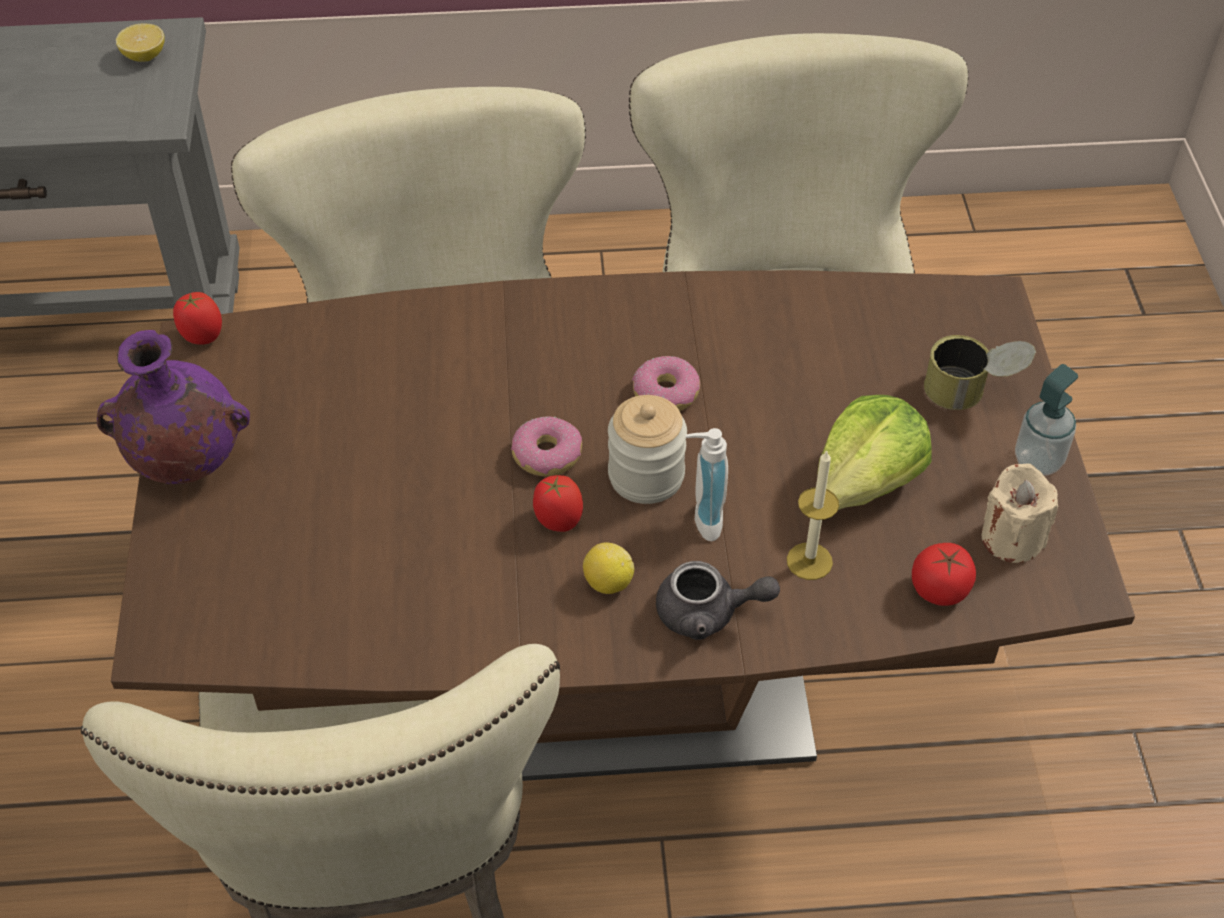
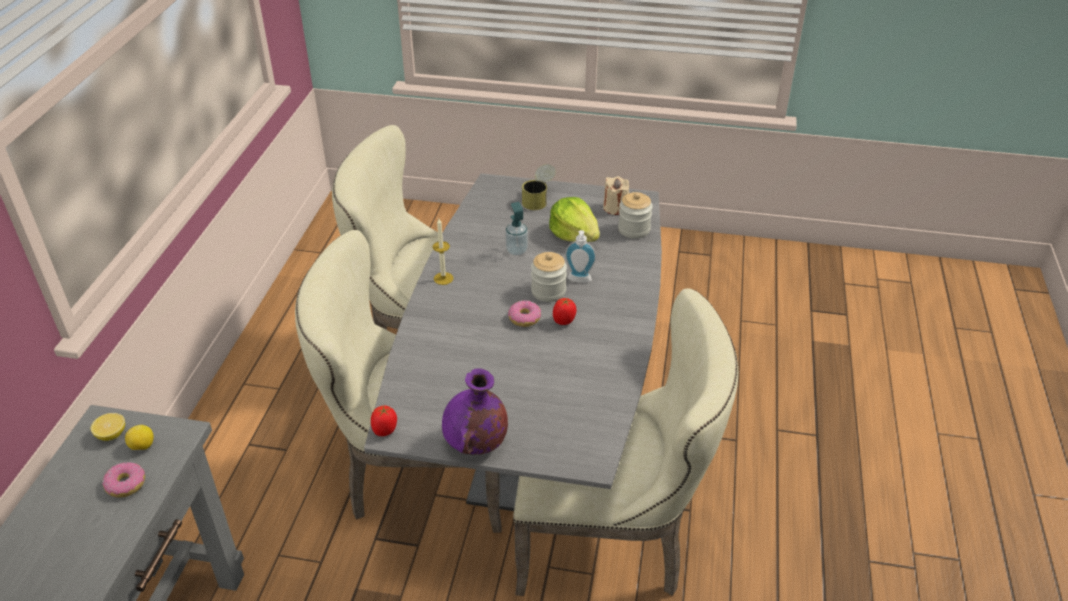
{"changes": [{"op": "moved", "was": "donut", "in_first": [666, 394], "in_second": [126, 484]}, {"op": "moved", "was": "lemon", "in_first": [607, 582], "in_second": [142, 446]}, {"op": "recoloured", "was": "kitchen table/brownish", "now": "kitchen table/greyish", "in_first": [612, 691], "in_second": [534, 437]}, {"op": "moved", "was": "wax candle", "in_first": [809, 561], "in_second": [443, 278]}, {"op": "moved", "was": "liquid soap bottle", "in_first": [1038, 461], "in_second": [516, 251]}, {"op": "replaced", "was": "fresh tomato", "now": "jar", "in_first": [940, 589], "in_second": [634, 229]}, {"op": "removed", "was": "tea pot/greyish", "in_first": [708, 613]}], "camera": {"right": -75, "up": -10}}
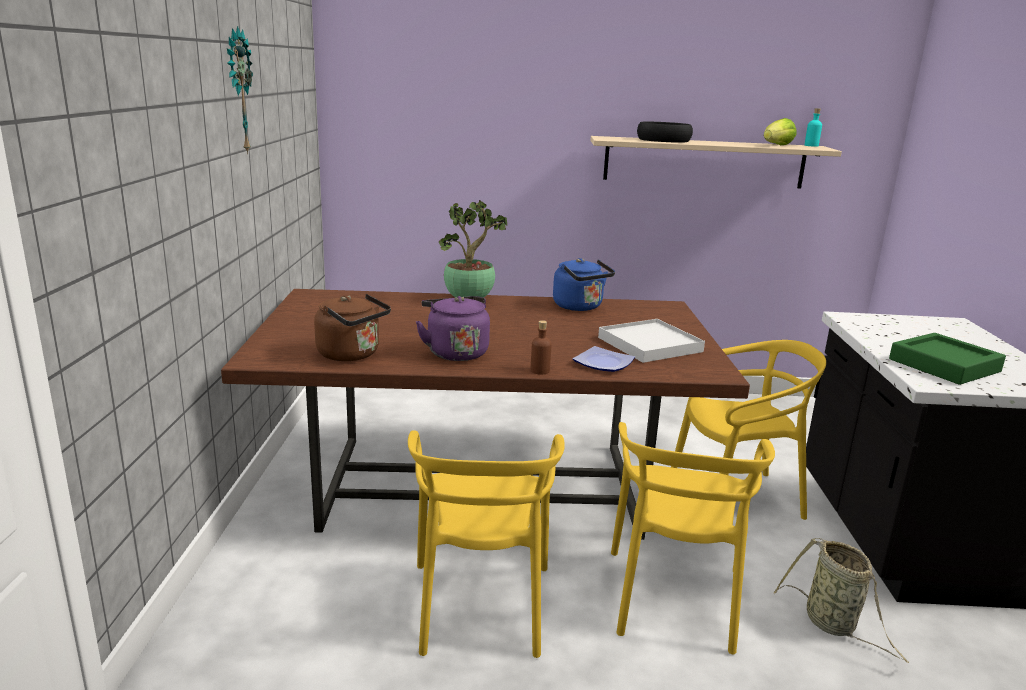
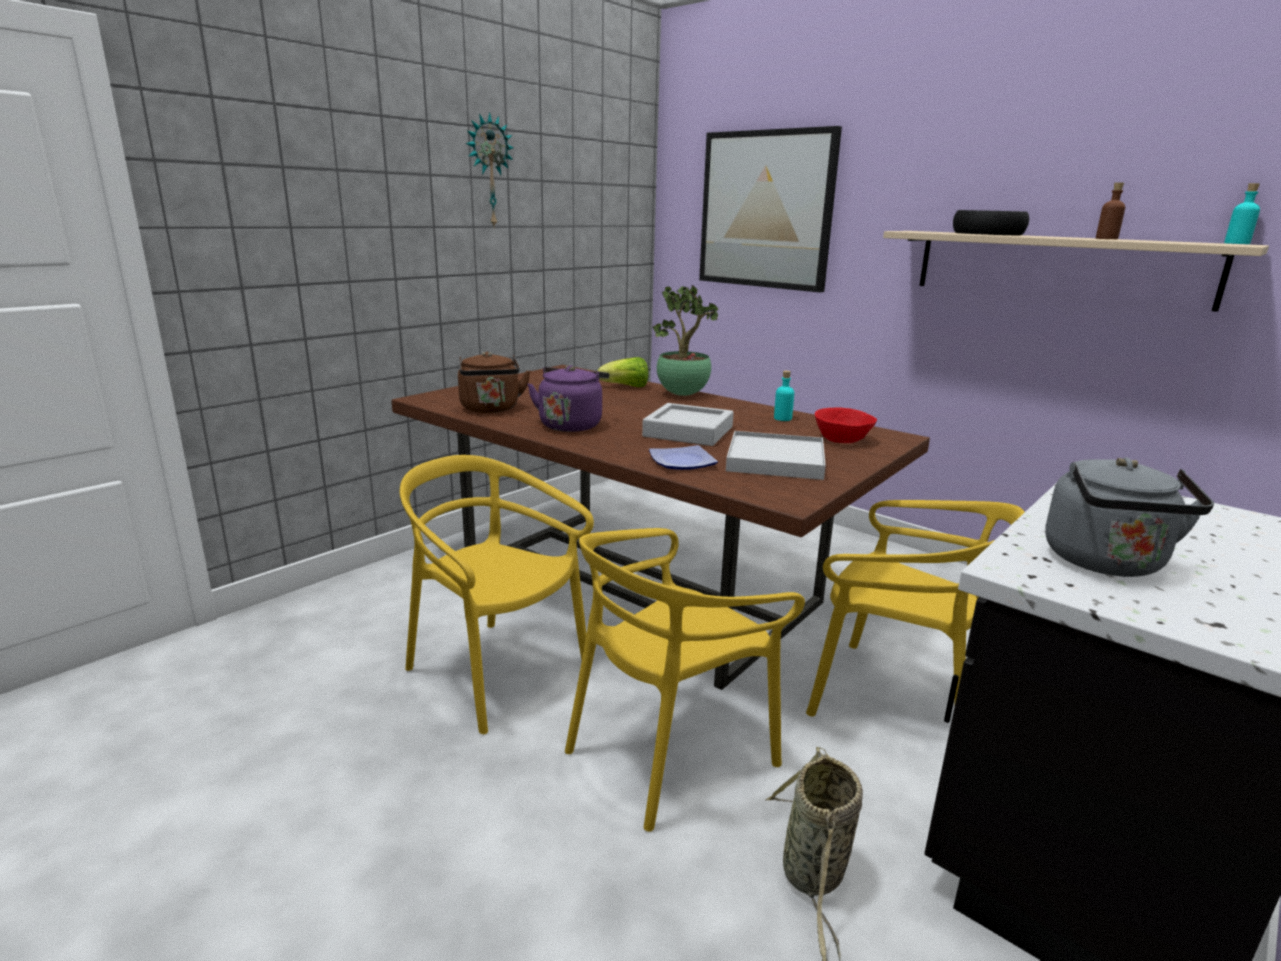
{"changes": [{"op": "turned", "was": "upright chair/yellowish", "in_first": [481, 606], "in_second": [495, 671], "clockwise": 90}, {"op": "moved", "was": "lettuce", "in_first": [777, 145], "in_second": [626, 387]}, {"op": "added", "now": "carrying tray/greyish", "in_second": [688, 432]}, {"op": "added", "now": "wall picture", "in_second": [766, 210]}, {"op": "replaced", "was": "water kettle/bluish", "now": "bottle/blue-green", "in_first": [580, 307], "in_second": [782, 418]}, {"op": "added", "now": "deep dish/reddish", "in_second": [841, 440]}, {"op": "replaced", "was": "carrying tray/greenish", "now": "water kettle/greyish", "in_first": [944, 365], "in_second": [1107, 563]}, {"op": "moved", "was": "bottle/brownish", "in_first": [540, 370], "in_second": [1106, 238]}], "camera": {"right": 40, "up": 0}}
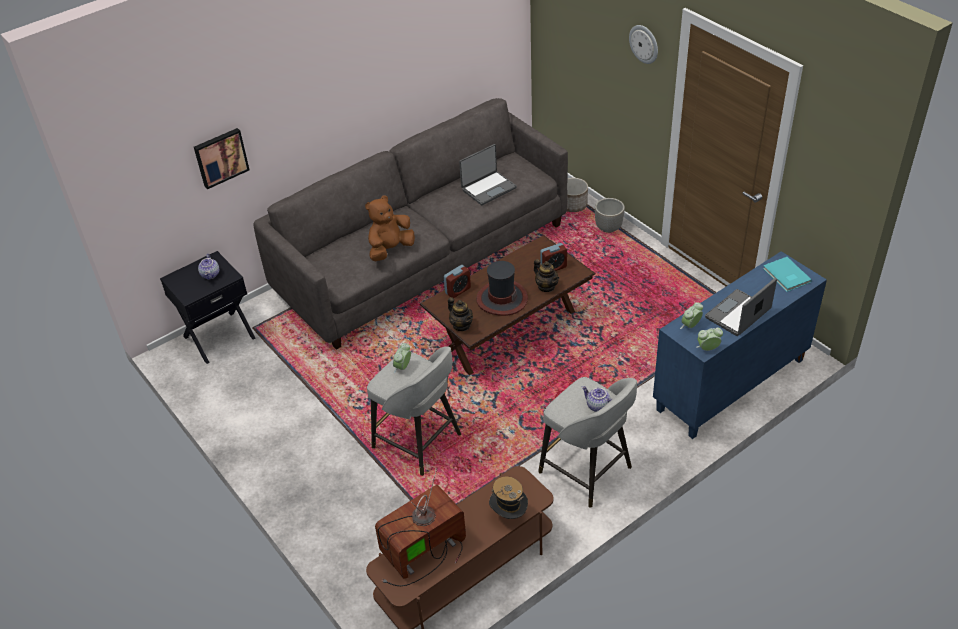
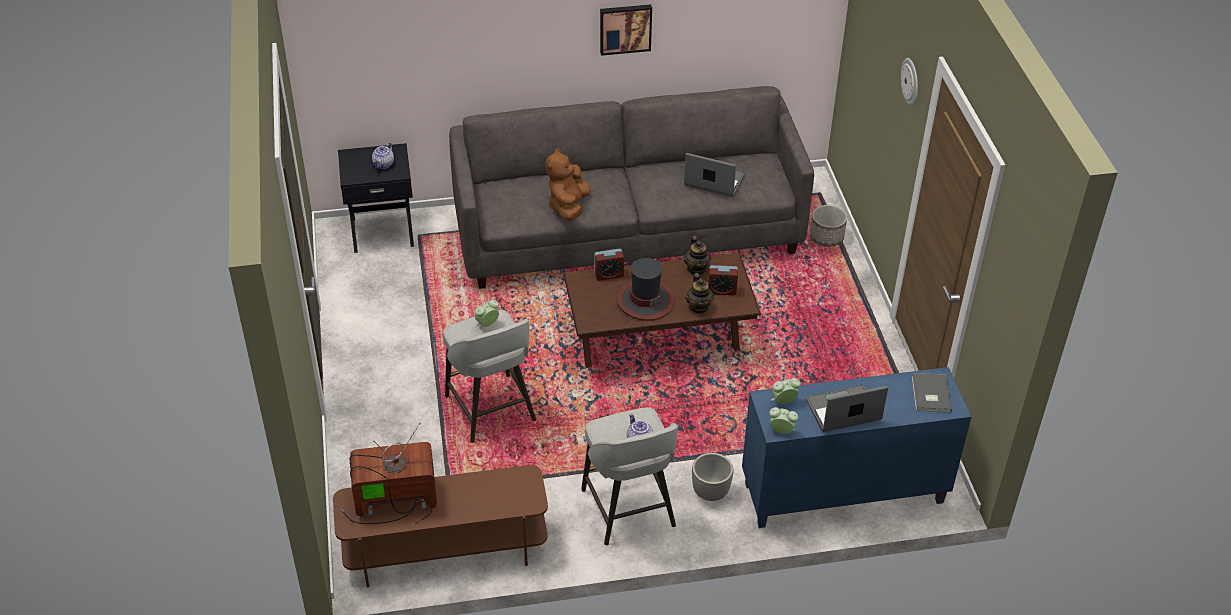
{"changes": [{"op": "turned", "was": "plush toy/brownish", "in_first": [390, 249], "in_second": [568, 206], "clockwise": -60}, {"op": "moved", "was": "wall picture", "in_first": [220, 157], "in_second": [625, 28]}, {"op": "turned", "was": "portable computer", "in_first": [488, 188], "in_second": [713, 181], "clockwise": -150}, {"op": "moved", "was": "tea pot", "in_first": [461, 325], "in_second": [697, 269]}, {"op": "moved", "was": "flower pot", "in_first": [608, 228], "in_second": [710, 492]}, {"op": "recoloured", "was": "book/blue-green", "now": "book/greyish", "in_first": [786, 276], "in_second": [929, 394]}, {"op": "removed", "was": "clothing hat", "in_first": [508, 515]}], "camera": {"right": 25, "up": 0}}
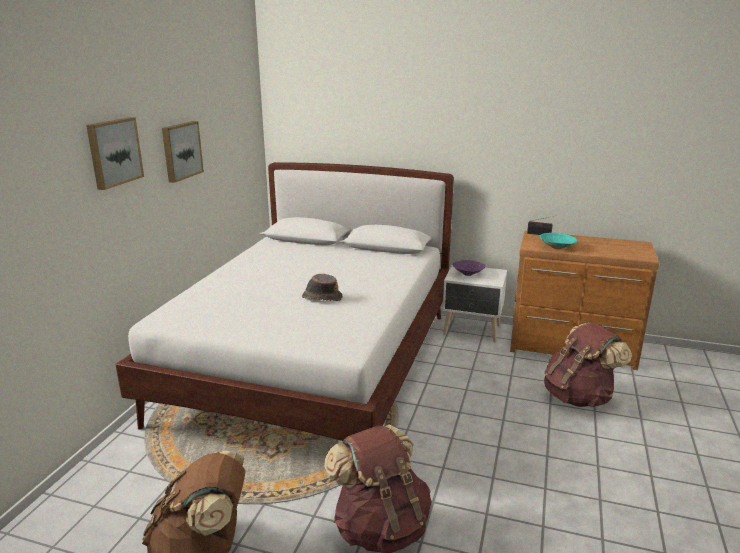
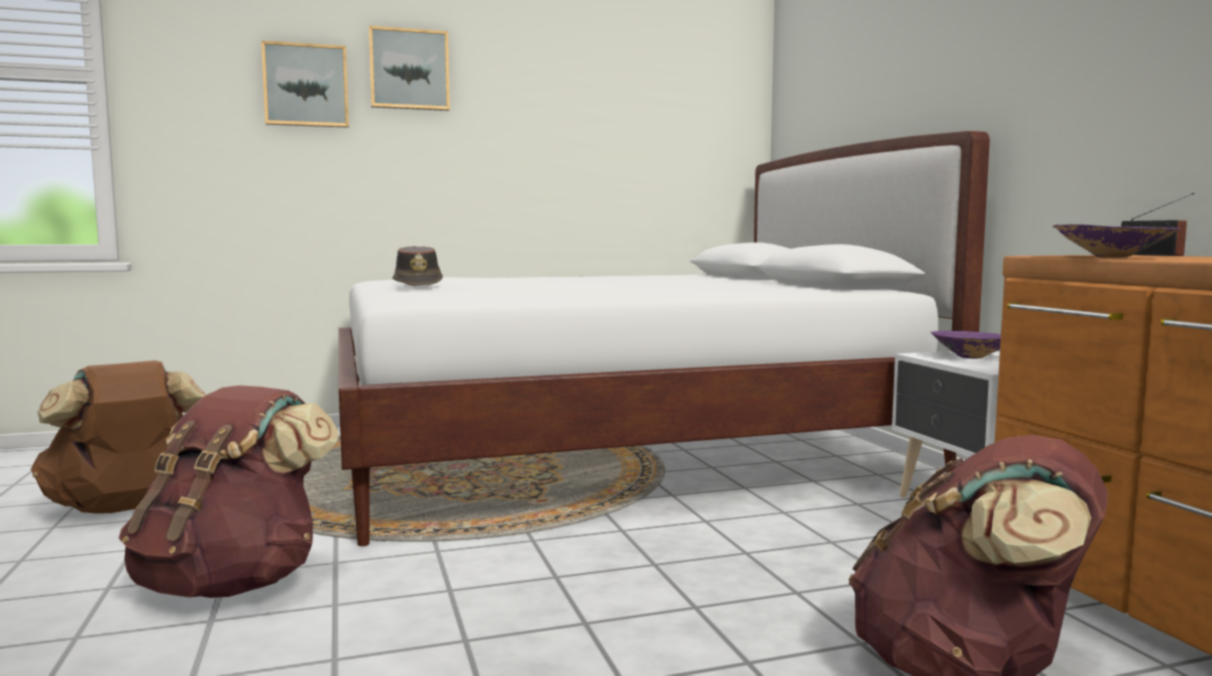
{"changes": [{"op": "moved", "was": "wall picture", "in_first": [181, 150], "in_second": [306, 85]}, {"op": "moved", "was": "clothing hat/brownish", "in_first": [321, 297], "in_second": [418, 286]}, {"op": "recoloured", "was": "deep dish/blue-green", "now": "deep dish/purplish", "in_first": [557, 248], "in_second": [1114, 257]}], "camera": {"right": 55, "up": -15}}
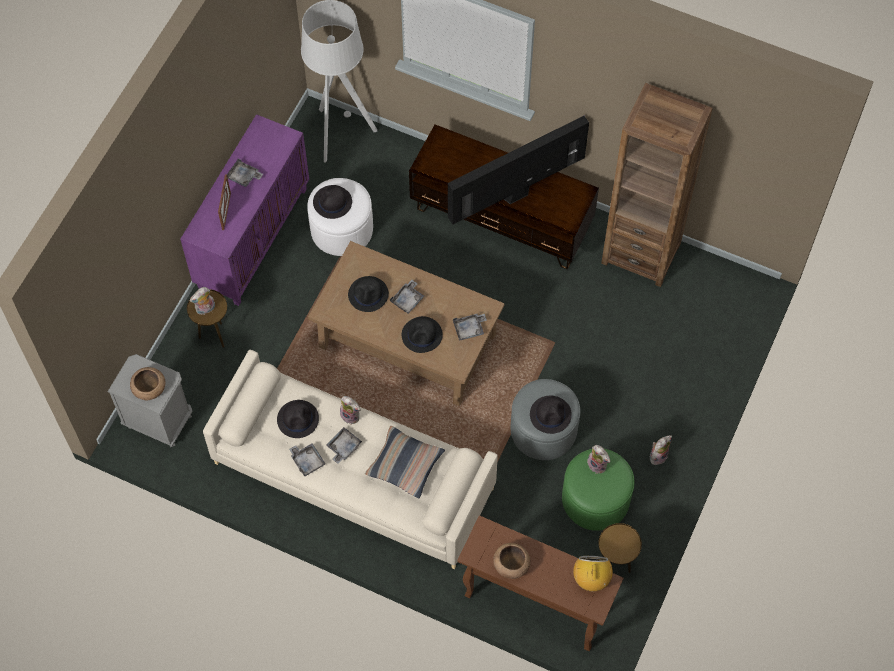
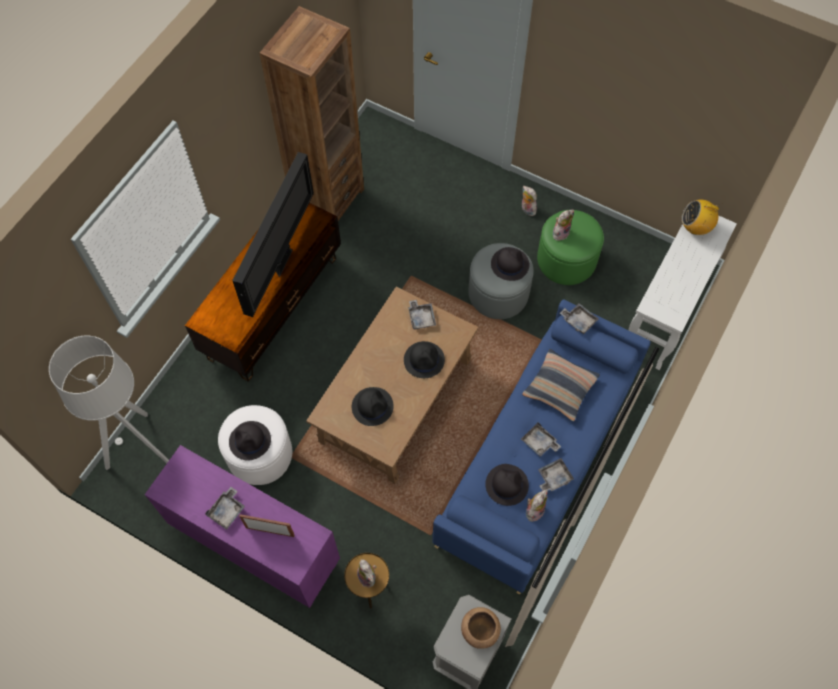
{"changes": [{"op": "turned", "was": "TV set", "in_first": [515, 194], "in_second": [282, 260], "clockwise": -135}, {"op": "recoloured", "was": "couch/beige", "now": "couch/bluish", "in_first": [352, 476], "in_second": [537, 459]}, {"op": "moved", "was": "plush toy", "in_first": [351, 415], "in_second": [534, 510]}, {"op": "moved", "was": "carrying tray/greyish", "in_first": [408, 300], "in_second": [578, 321]}, {"op": "recoloured", "was": "console table/brownish", "now": "console table/white-coloured", "in_first": [534, 604], "in_second": [664, 316]}, {"op": "removed", "was": "deep dish/brownish", "in_first": [511, 564]}, {"op": "removed", "was": "side table/brownish", "in_first": [614, 566]}], "camera": {"right": -85, "up": 0}}
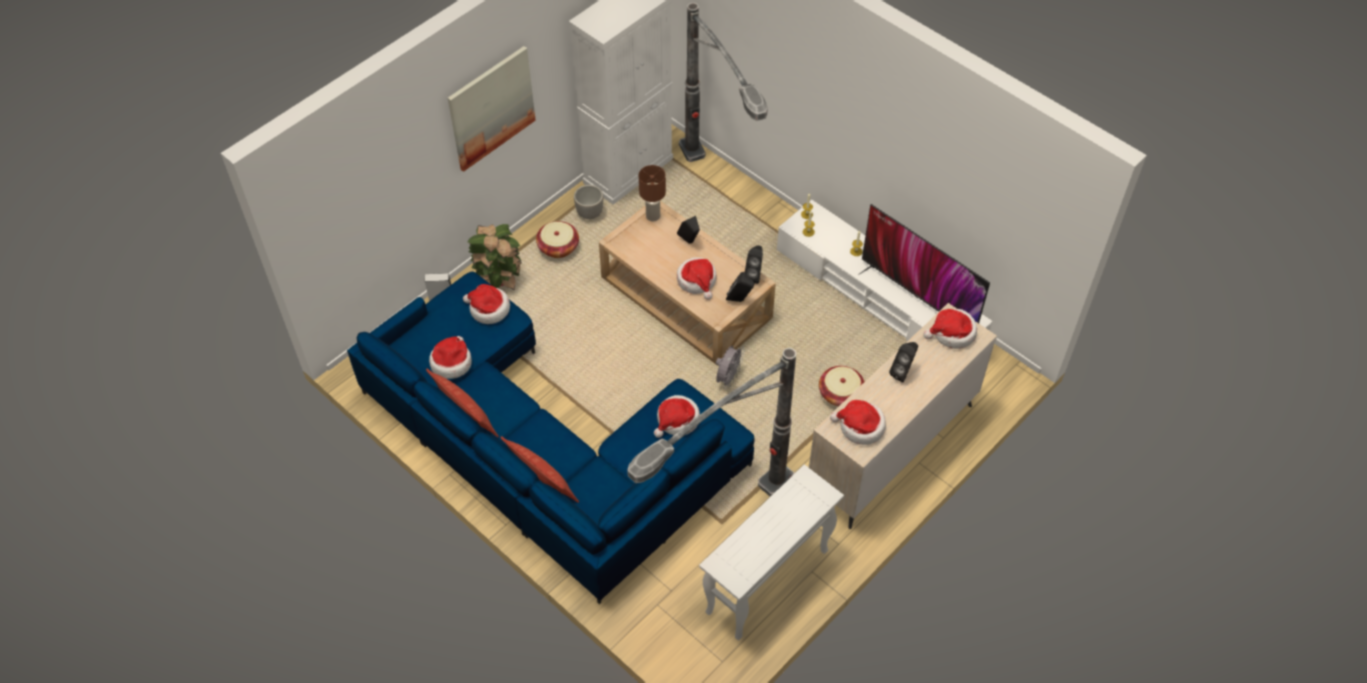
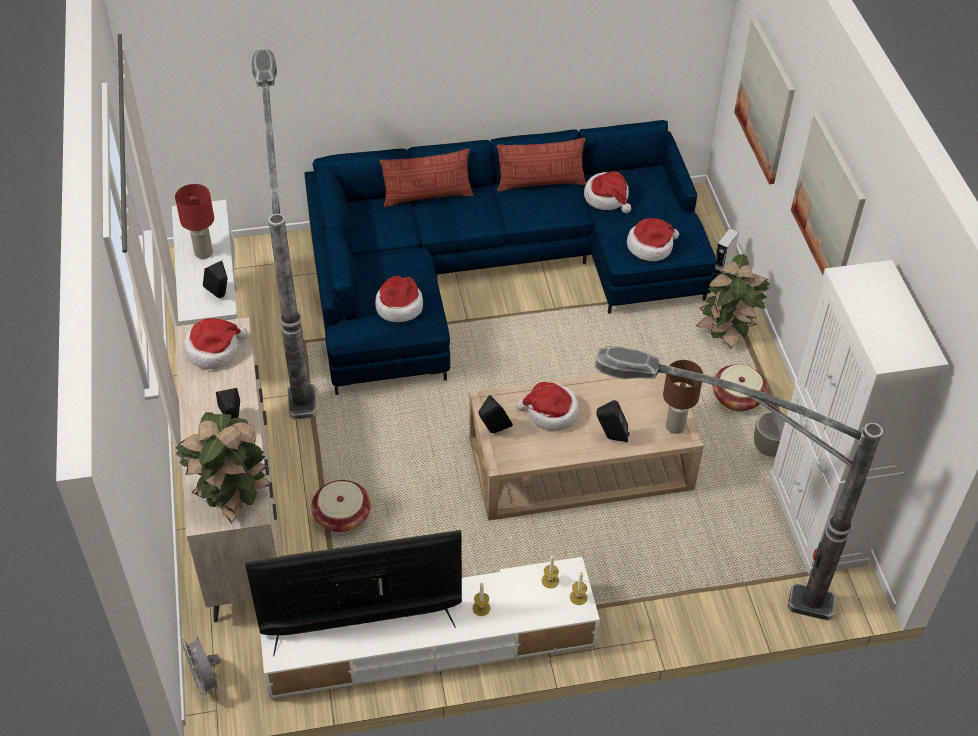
{"changes": [{"op": "added", "now": "tabletop lamp/reddish", "in_second": [203, 253]}, {"op": "replaced", "was": "clothing hat", "now": "plant in a pot", "in_first": [952, 333], "in_second": [230, 497]}, {"op": "moved", "was": "electric fan/greyish", "in_first": [728, 378], "in_second": [206, 681]}, {"op": "moved", "was": "loudspeaker/blackish", "in_first": [754, 275], "in_second": [220, 296]}, {"op": "added", "now": "wall picture", "in_second": [766, 101]}], "camera": {"right": 125, "up": -5}}
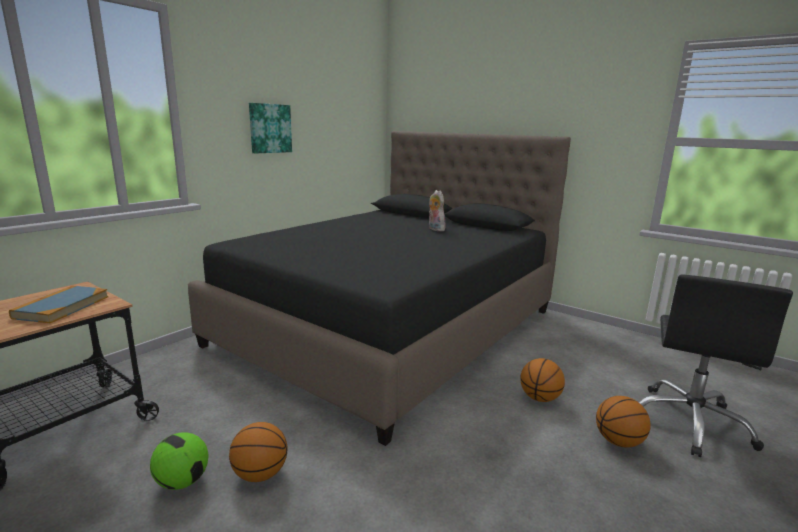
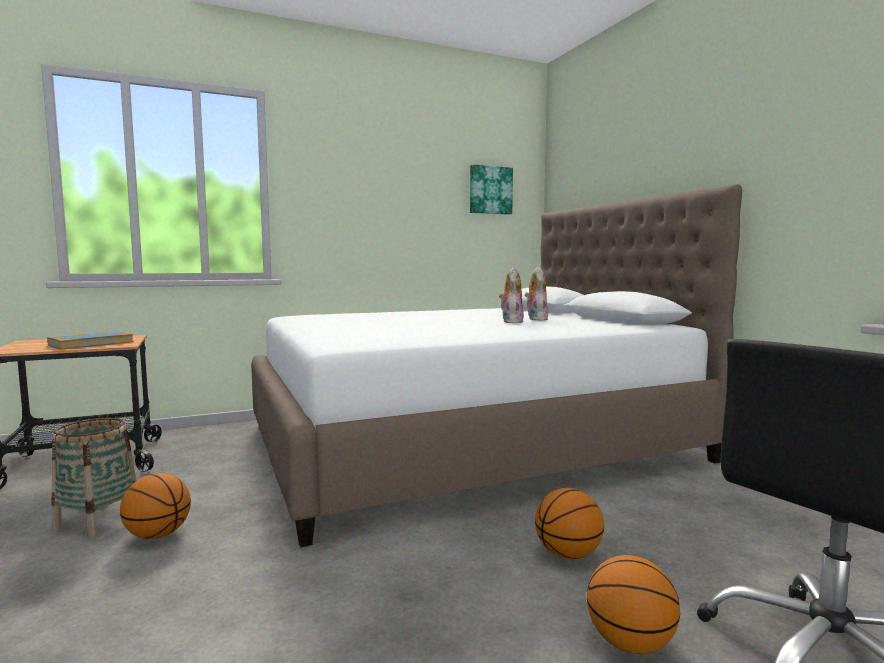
{"changes": [{"op": "replaced", "was": "ball for football", "now": "basket", "in_first": [182, 481], "in_second": [98, 521]}, {"op": "recoloured", "was": "bed/blackish", "now": "bed/white-coloured", "in_first": [391, 327], "in_second": [468, 443]}, {"op": "moved", "was": "wall picture", "in_first": [269, 128], "in_second": [490, 190]}, {"op": "added", "now": "plush toy", "in_second": [511, 322]}], "camera": {"right": 30, "up": -10}}
